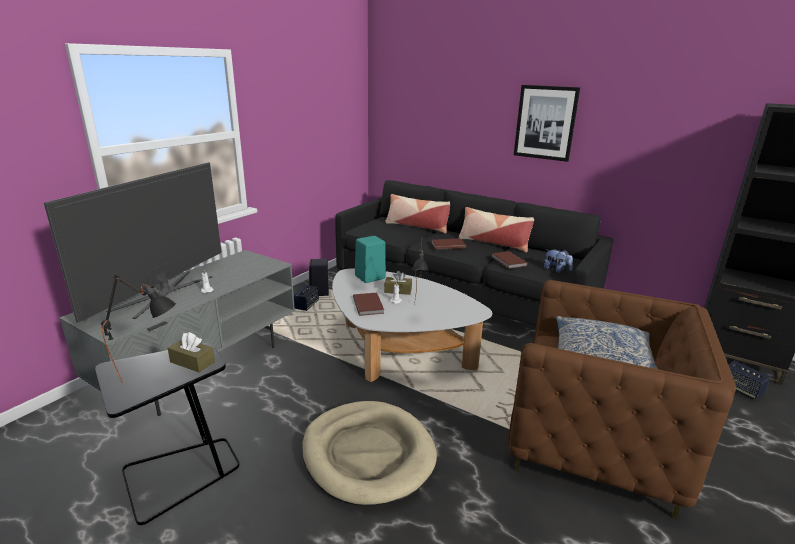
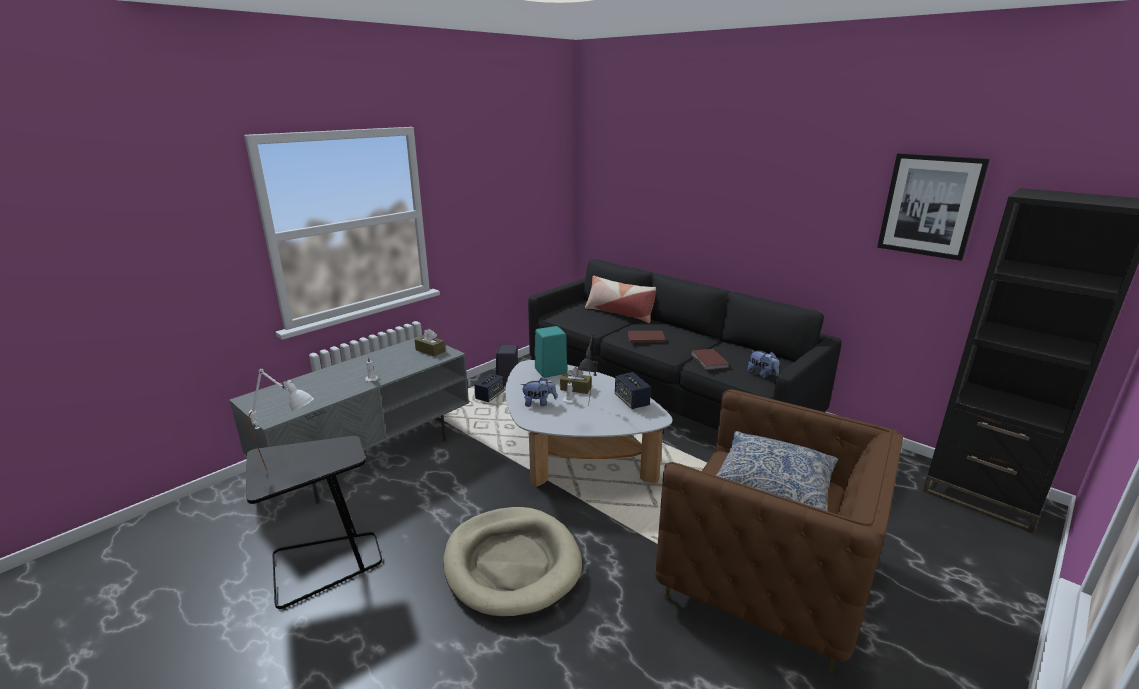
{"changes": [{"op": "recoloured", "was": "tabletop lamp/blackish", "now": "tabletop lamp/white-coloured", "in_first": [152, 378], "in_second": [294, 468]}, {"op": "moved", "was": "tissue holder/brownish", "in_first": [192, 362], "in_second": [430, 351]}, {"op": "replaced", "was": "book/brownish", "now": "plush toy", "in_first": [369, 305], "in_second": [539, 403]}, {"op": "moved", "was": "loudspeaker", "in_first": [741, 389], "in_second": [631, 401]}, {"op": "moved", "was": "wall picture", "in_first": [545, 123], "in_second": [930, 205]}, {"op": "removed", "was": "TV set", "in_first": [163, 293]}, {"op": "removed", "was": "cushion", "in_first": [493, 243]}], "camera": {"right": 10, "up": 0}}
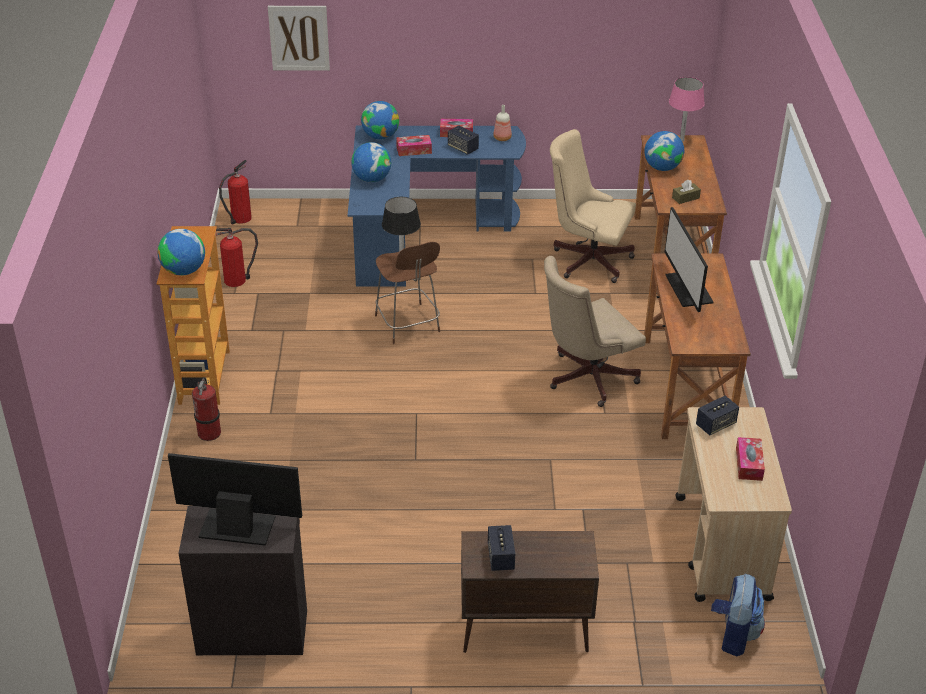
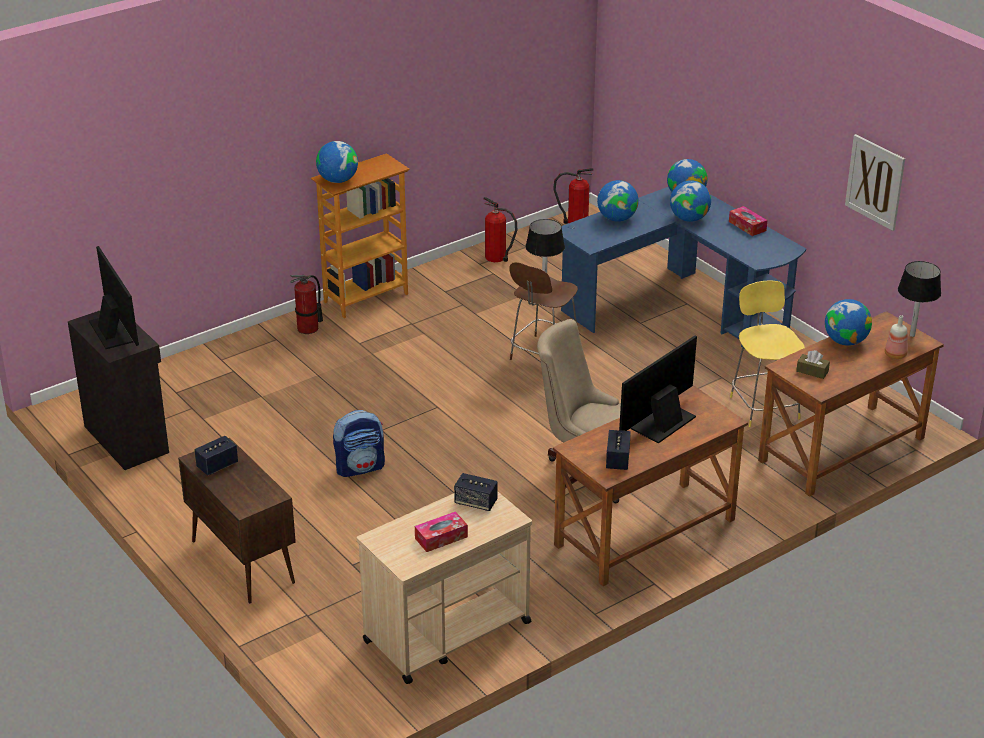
{"changes": [{"op": "moved", "was": "knapsack", "in_first": [733, 634], "in_second": [360, 467]}, {"op": "moved", "was": "loudspeaker", "in_first": [463, 148], "in_second": [617, 460]}, {"op": "replaced", "was": "tissue holder", "now": "desk globe", "in_first": [414, 150], "in_second": [689, 219]}, {"op": "replaced", "was": "computer chair/beige", "now": "stool seat/yellowish", "in_first": [587, 259], "in_second": [763, 406]}, {"op": "moved", "was": "wall picture", "in_first": [299, 38], "in_second": [875, 182]}, {"op": "moved", "was": "bottle", "in_first": [502, 138], "in_second": [895, 355]}, {"op": "recoloured", "was": "tabletop lamp/pinkish", "now": "tabletop lamp/blackish", "in_first": [682, 140], "in_second": [912, 335]}], "camera": {"right": 55, "up": -5}}
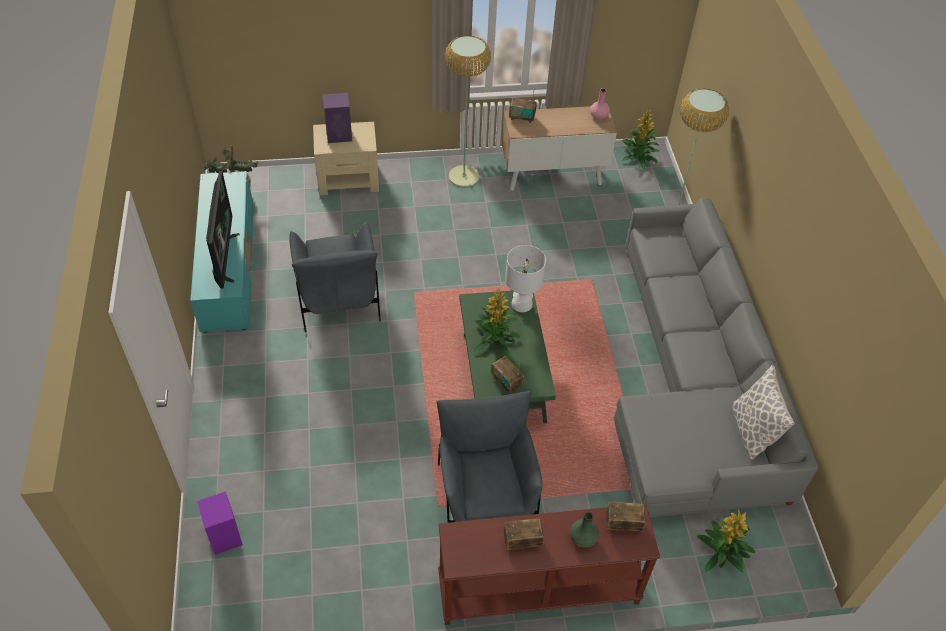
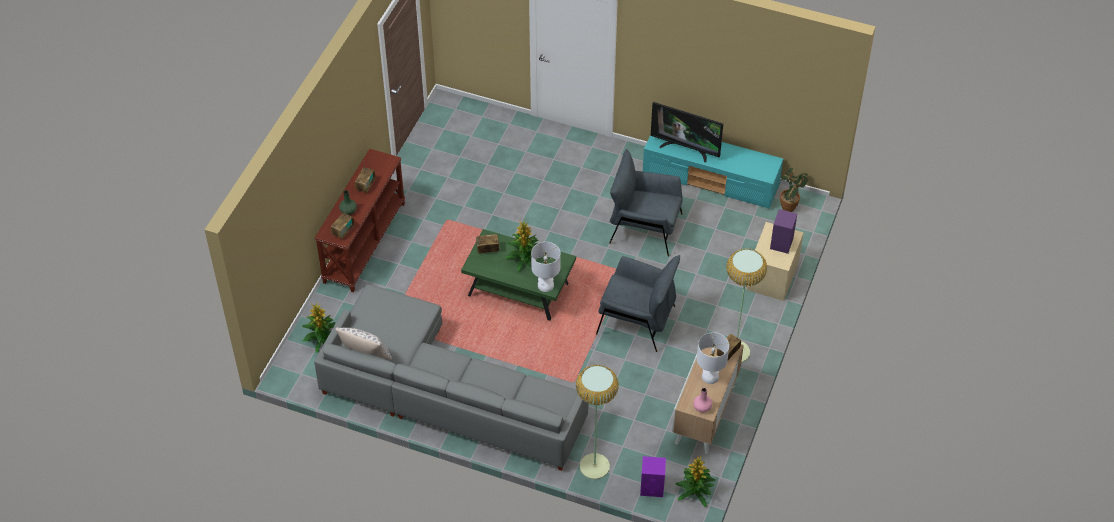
{"changes": [{"op": "moved", "was": "lounge chair/greyish", "in_first": [485, 497], "in_second": [636, 321]}, {"op": "moved", "was": "loudspeaker/purplish", "in_first": [224, 535], "in_second": [652, 487]}, {"op": "added", "now": "tabletop lamp/white-coloured", "in_second": [709, 377]}], "camera": {"right": 120, "up": 0}}
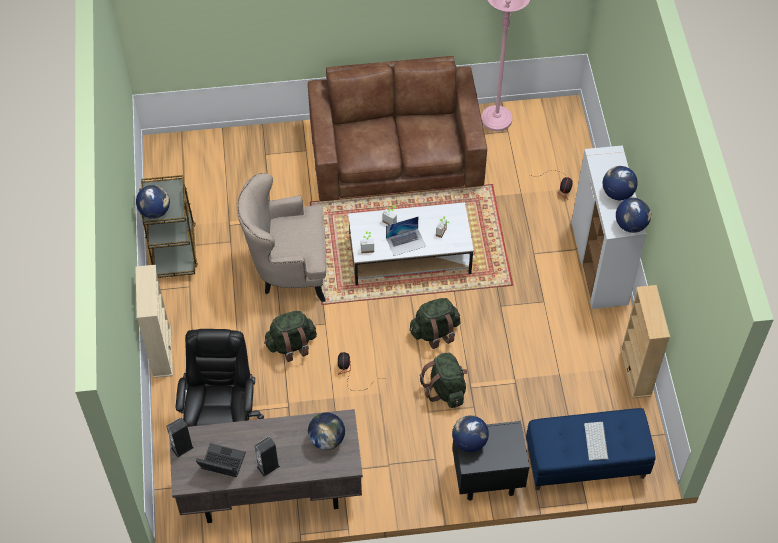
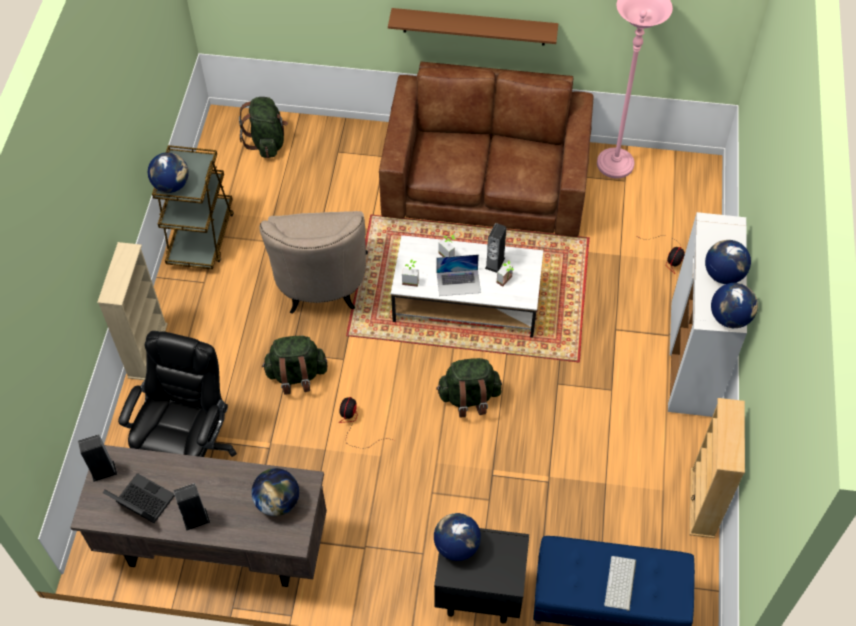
{"changes": [{"op": "moved", "was": "knapsack/greenish", "in_first": [445, 389], "in_second": [267, 142]}, {"op": "turned", "was": "lounge chair/beige", "in_first": [288, 270], "in_second": [321, 287], "clockwise": -105}, {"op": "added", "now": "wall shelf/brownish", "in_second": [474, 26]}, {"op": "added", "now": "loudspeaker", "in_second": [495, 263]}], "camera": {"right": 15, "up": 0}}
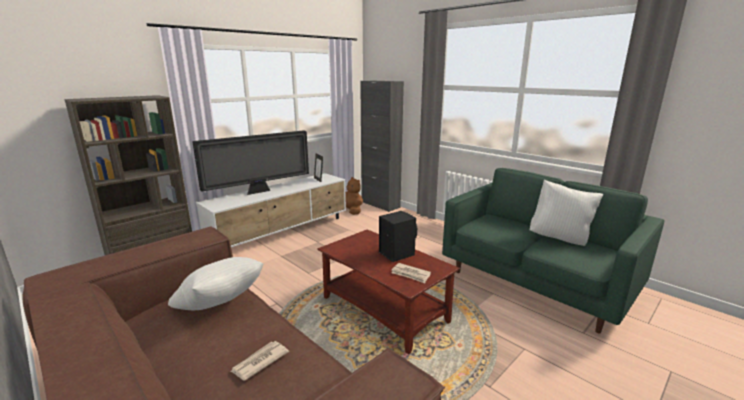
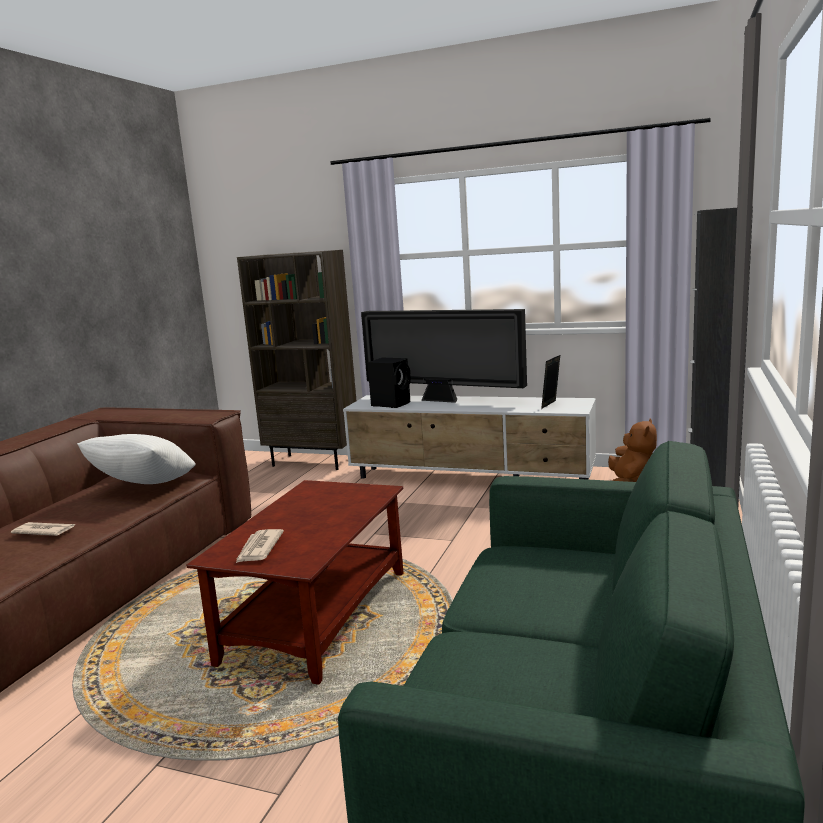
{"changes": [{"op": "moved", "was": "loudspeaker/blackish", "in_first": [396, 253], "in_second": [392, 403]}, {"op": "removed", "was": "cushion/white-coloured", "in_first": [559, 238]}], "camera": {"right": 65, "up": -5}}
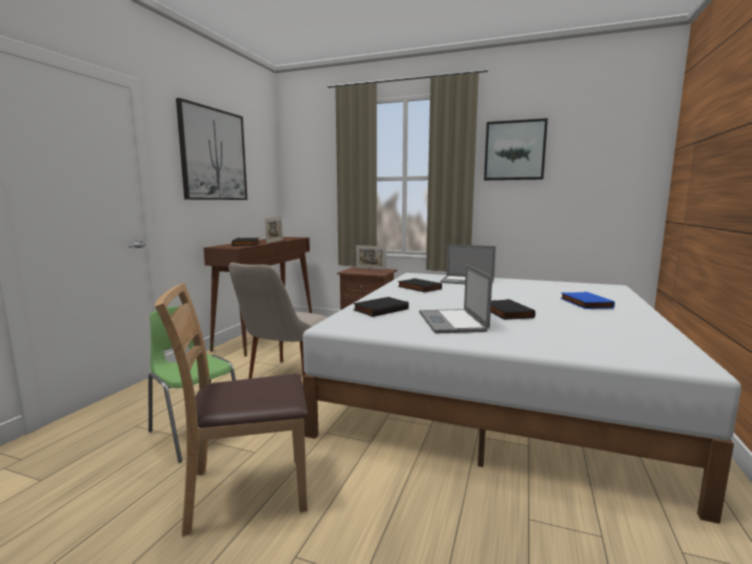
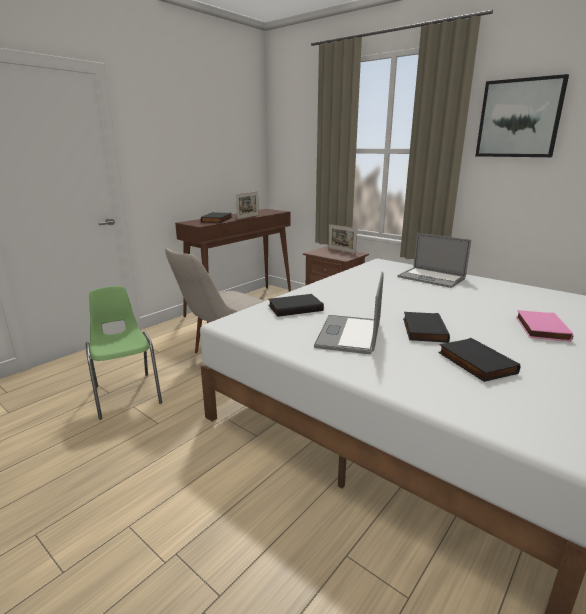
{"changes": [{"op": "moved", "was": "book/blackish", "in_first": [418, 288], "in_second": [474, 363]}, {"op": "recoloured", "was": "book/bluish", "now": "book/pinkish", "in_first": [584, 303], "in_second": [540, 328]}, {"op": "removed", "was": "upright chair/brownish", "in_first": [246, 491]}, {"op": "removed", "was": "wall picture", "in_first": [214, 155]}], "camera": {"right": 20, "up": 10}}
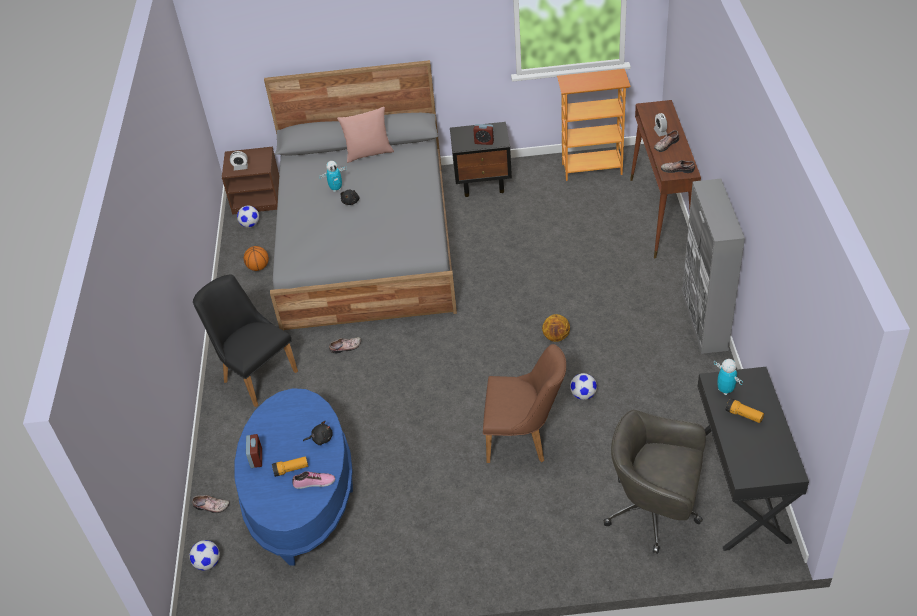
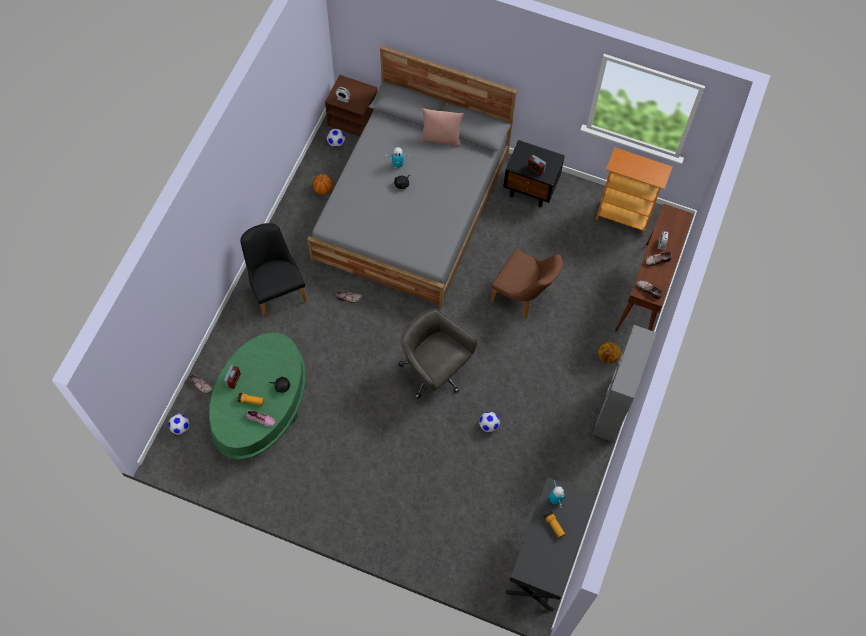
{"changes": [{"op": "recoloured", "was": "low table/bluish", "now": "low table/greenish", "in_first": [301, 494], "in_second": [261, 406]}, {"op": "moved", "was": "computer chair/greyish", "in_first": [654, 512], "in_second": [434, 371]}, {"op": "moved", "was": "upright chair/brownish", "in_first": [524, 439], "in_second": [523, 297]}, {"op": "moved", "was": "ball for basketball", "in_first": [556, 337], "in_second": [607, 357]}], "camera": {"right": 20, "up": 20}}
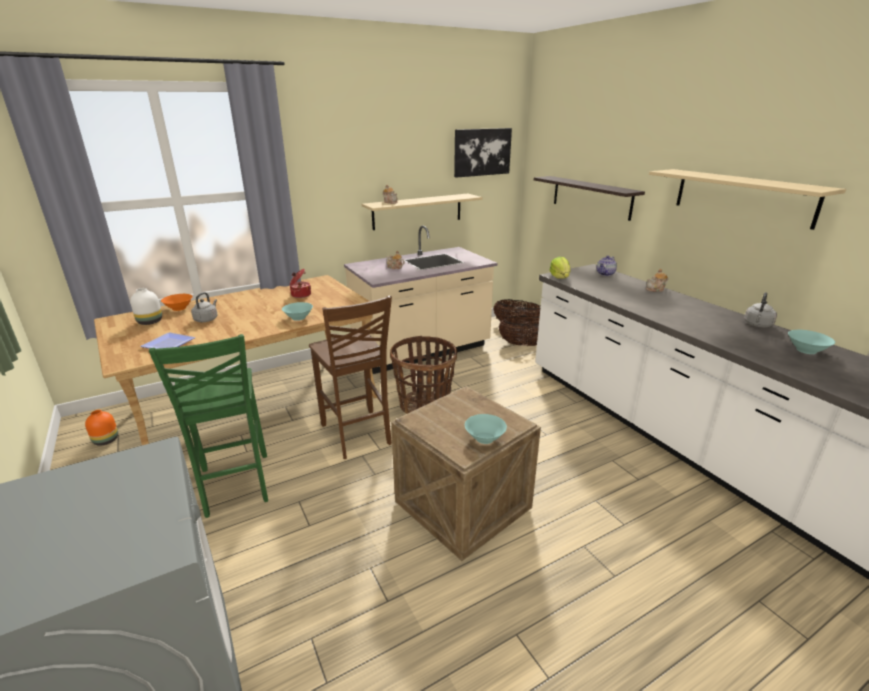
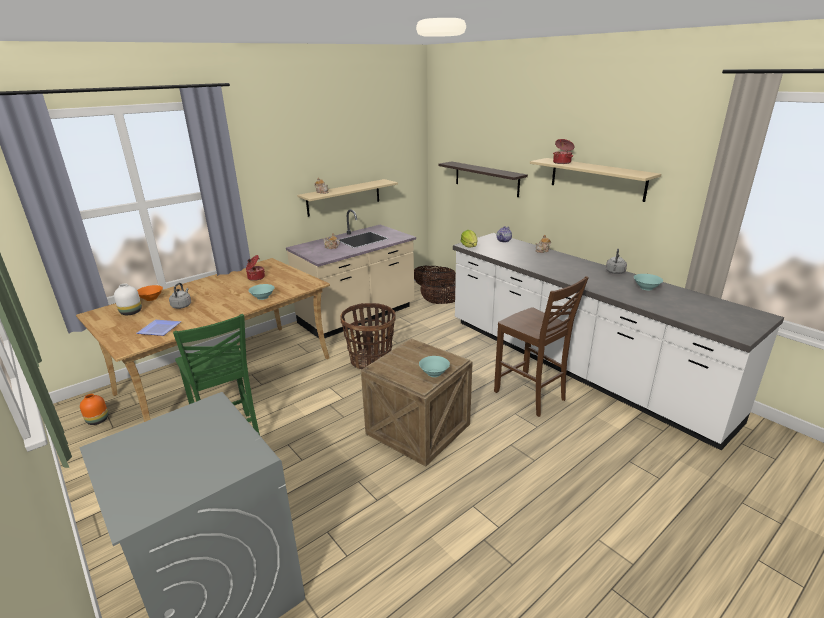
{"changes": [{"op": "moved", "was": "upright chair/brownish", "in_first": [357, 435], "in_second": [531, 396]}, {"op": "added", "now": "saucepot", "in_second": [562, 162]}, {"op": "removed", "was": "wall picture", "in_first": [482, 152]}], "camera": {"right": -10, "up": 0}}
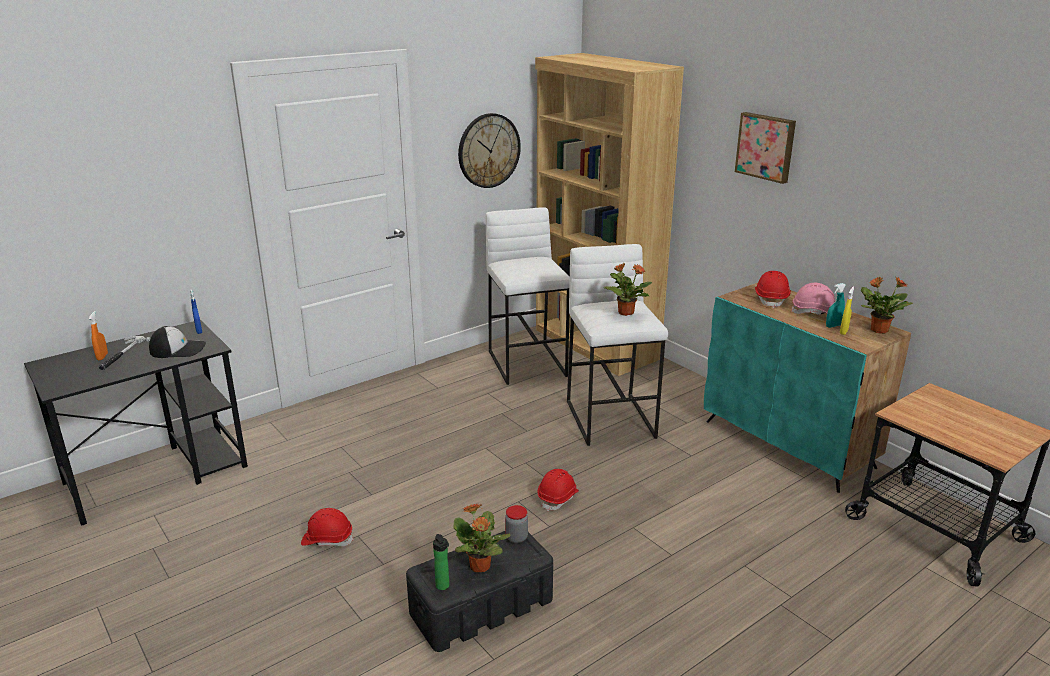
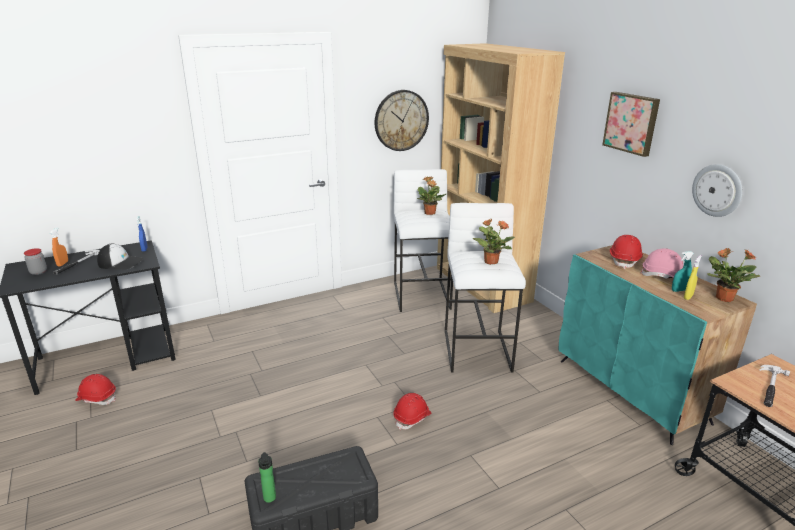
{"changes": [{"op": "moved", "was": "jar", "in_first": [516, 537], "in_second": [38, 272]}, {"op": "moved", "was": "hard hat/reddish", "in_first": [327, 539], "in_second": [97, 398]}, {"op": "moved", "was": "plant in a pot", "in_first": [480, 567], "in_second": [429, 213]}, {"op": "added", "now": "clock on the wall", "in_second": [717, 190]}, {"op": "added", "now": "hand hammer", "in_second": [770, 387]}], "camera": {"right": 10, "up": 0}}
